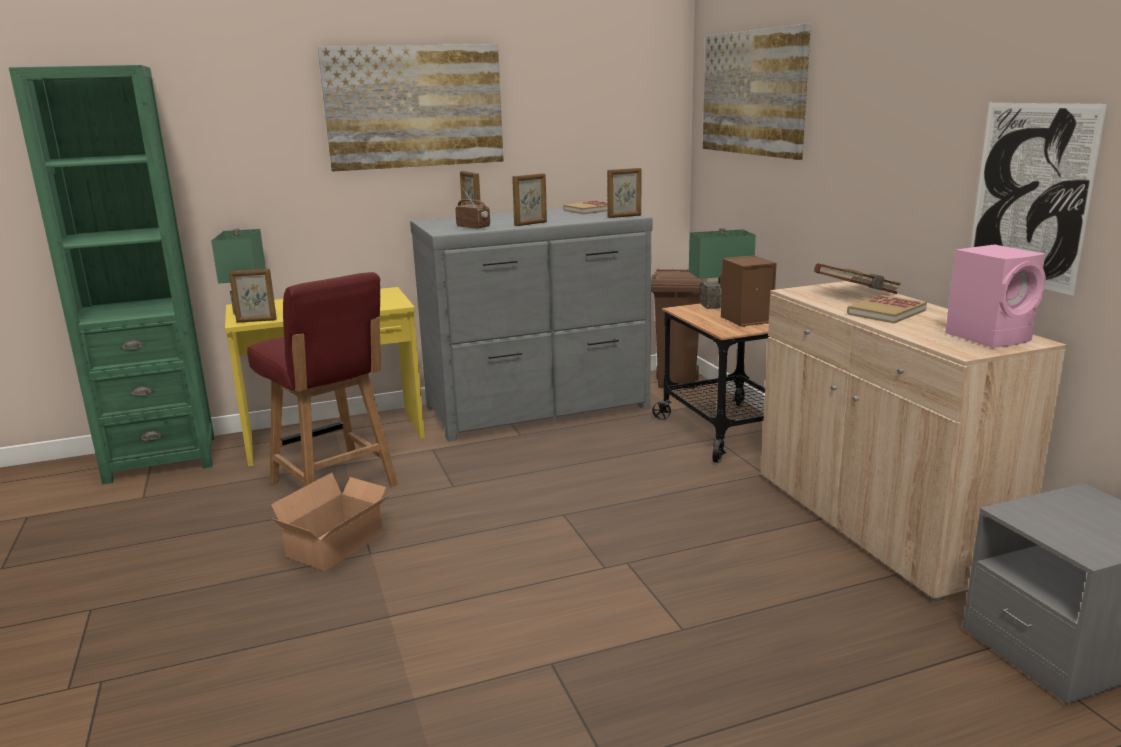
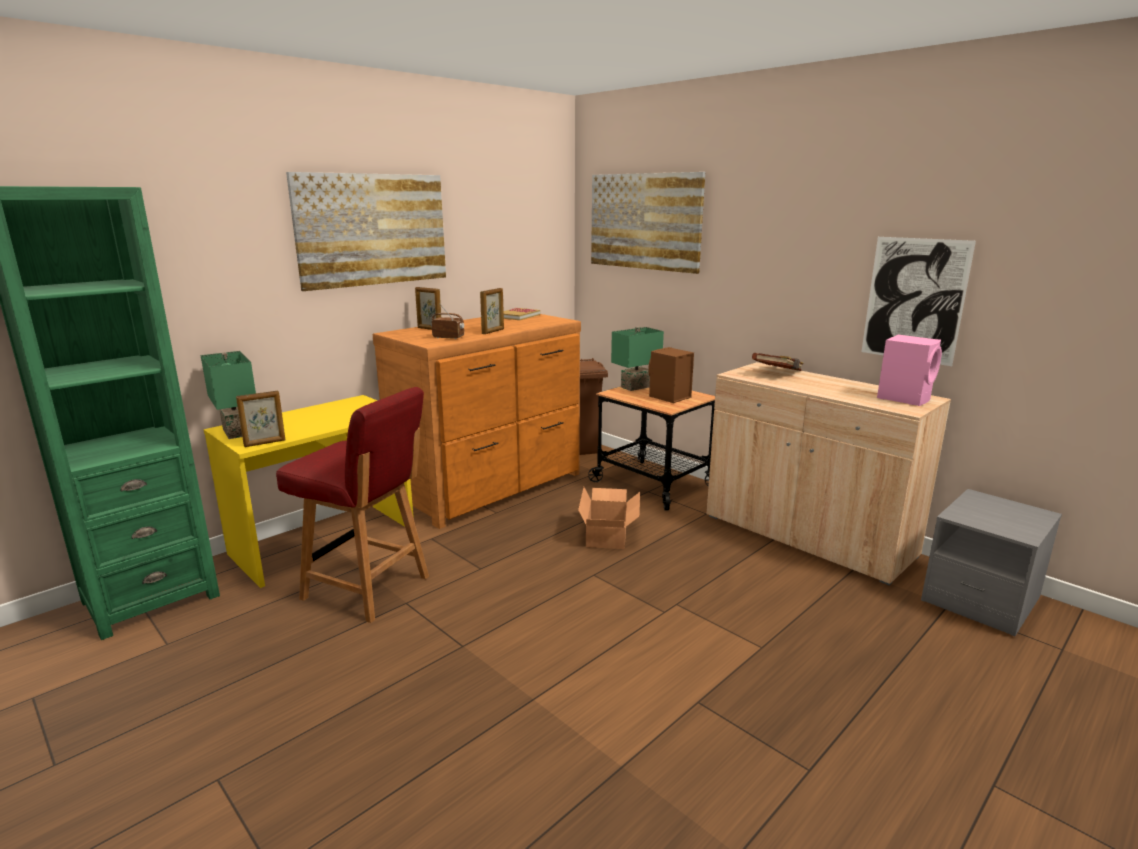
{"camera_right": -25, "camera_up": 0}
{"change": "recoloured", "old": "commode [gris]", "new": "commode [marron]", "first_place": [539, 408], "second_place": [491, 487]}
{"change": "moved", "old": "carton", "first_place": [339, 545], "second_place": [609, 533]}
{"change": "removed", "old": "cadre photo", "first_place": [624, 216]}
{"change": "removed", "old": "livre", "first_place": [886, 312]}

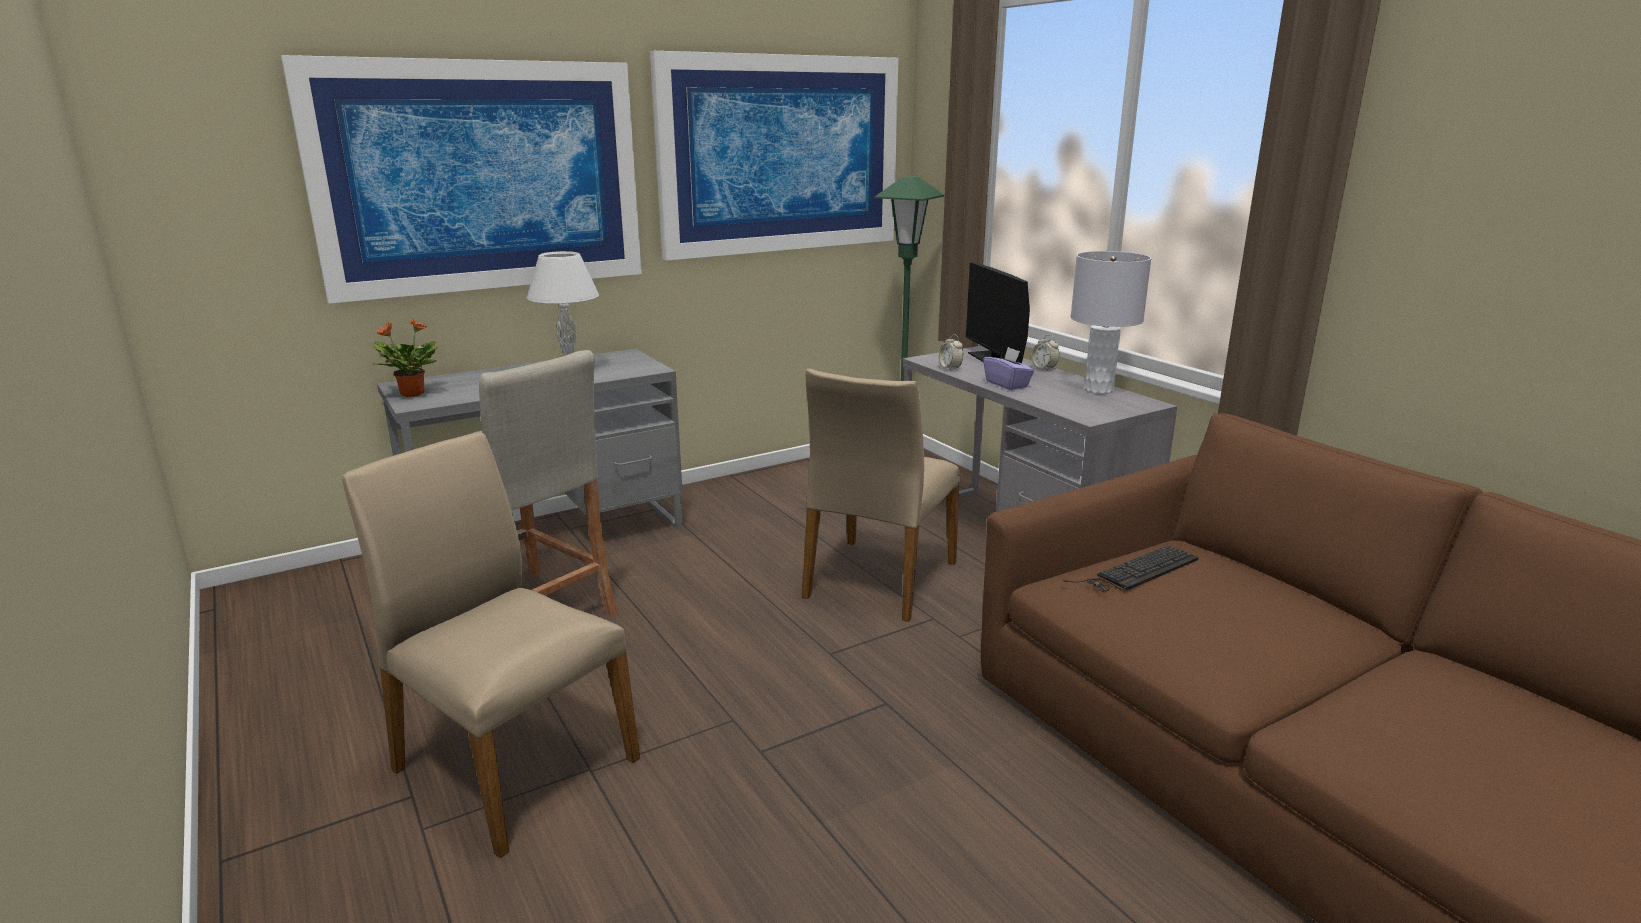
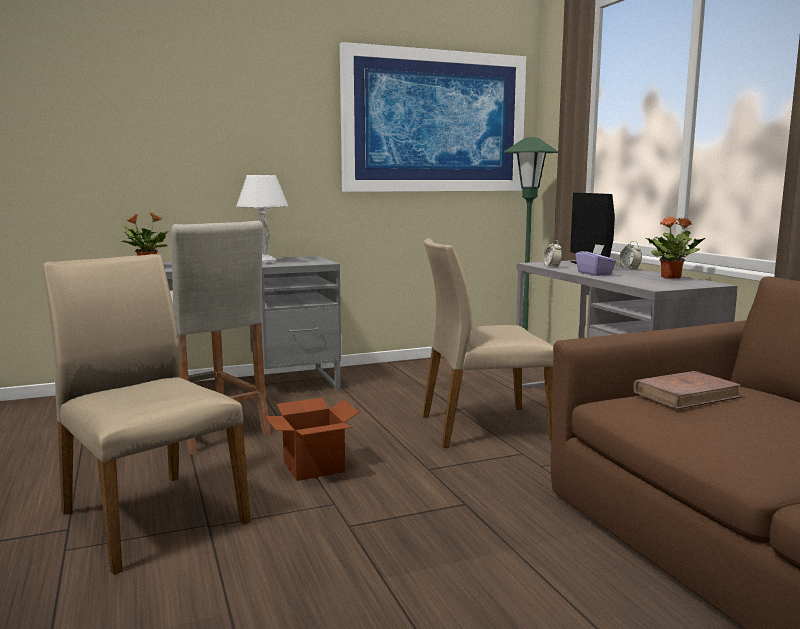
{"camera_right": 10, "camera_up": -10}
{"change": "added", "new": "carton", "second_place": [314, 467]}
{"change": "turned", "old": "chaise [beige]", "first_place": [878, 579], "second_place": [483, 427], "degrees": 45}
{"change": "replaced", "old": "clavier", "new": "livre [marron]", "first_place": [1137, 571], "second_place": [686, 395]}
{"change": "replaced", "old": "lampe de table [gris]", "new": "plante en pot", "first_place": [1099, 390], "second_place": [671, 277]}
{"change": "removed", "old": "tableau", "first_place": [481, 177]}

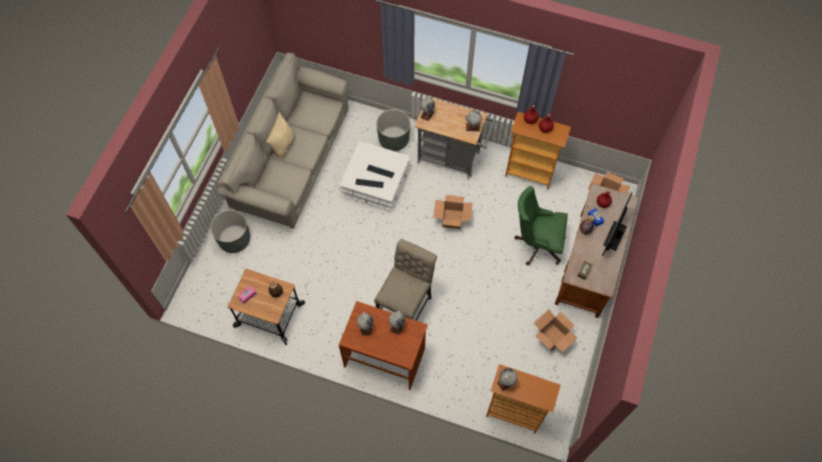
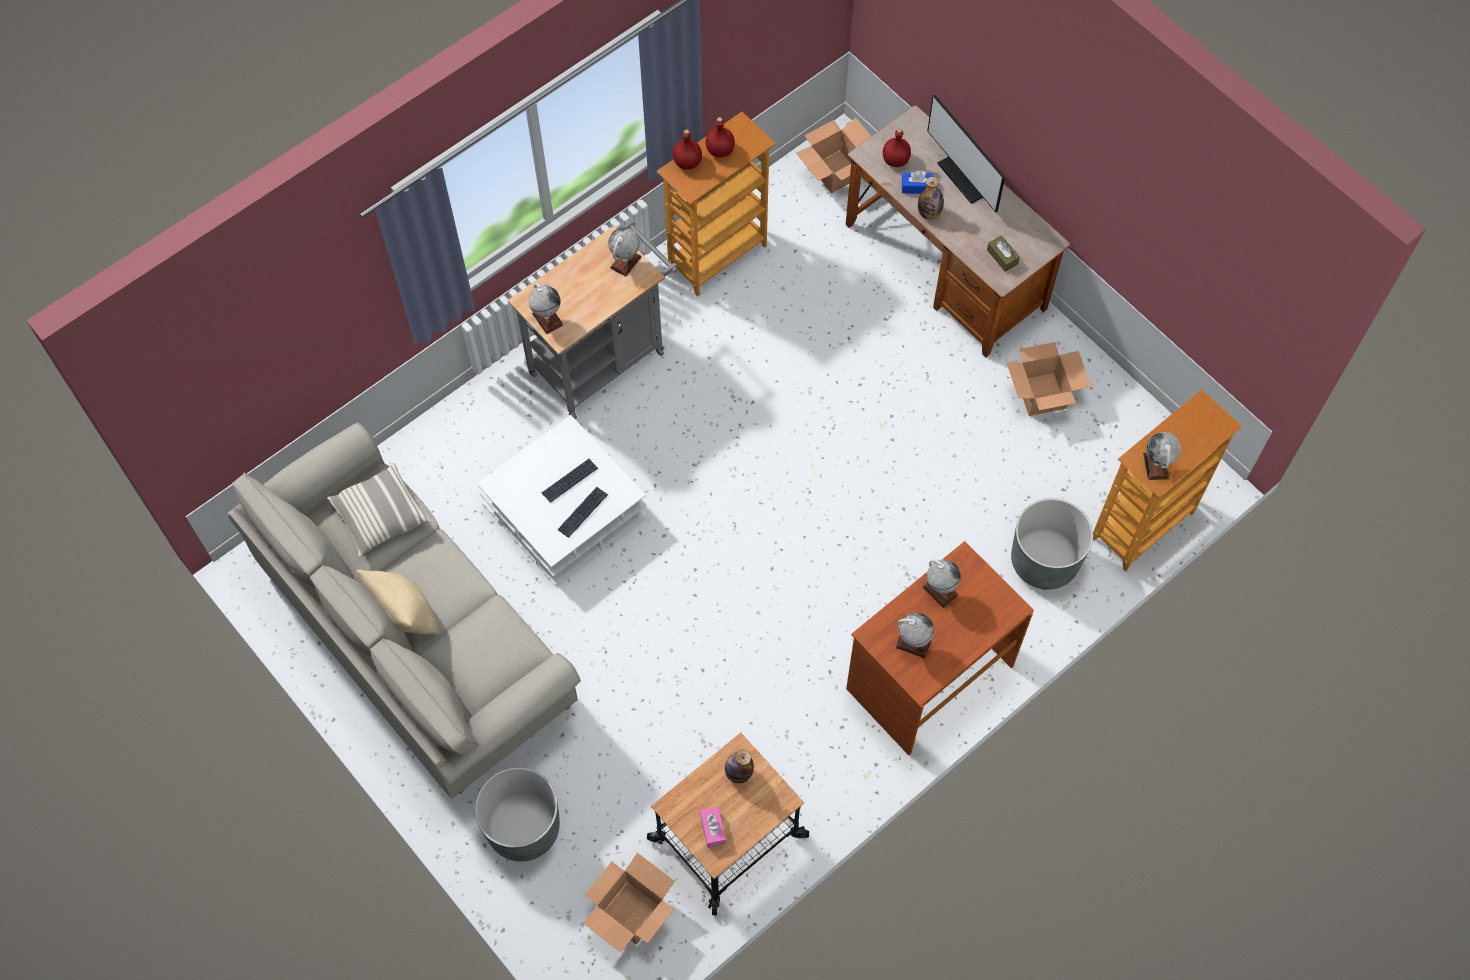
{"camera_right": -60, "camera_up": 0}
{"change": "added", "new": "coussin", "second_place": [380, 516]}
{"change": "moved", "old": "carton", "first_place": [452, 219], "second_place": [632, 912]}
{"change": "moved", "old": "cache-pot [gris]", "first_place": [393, 139], "second_place": [1044, 561]}
{"change": "removed", "old": "chaise [beige]", "first_place": [406, 305]}
{"change": "removed", "old": "chaise de bureau [vert]", "first_place": [536, 243]}

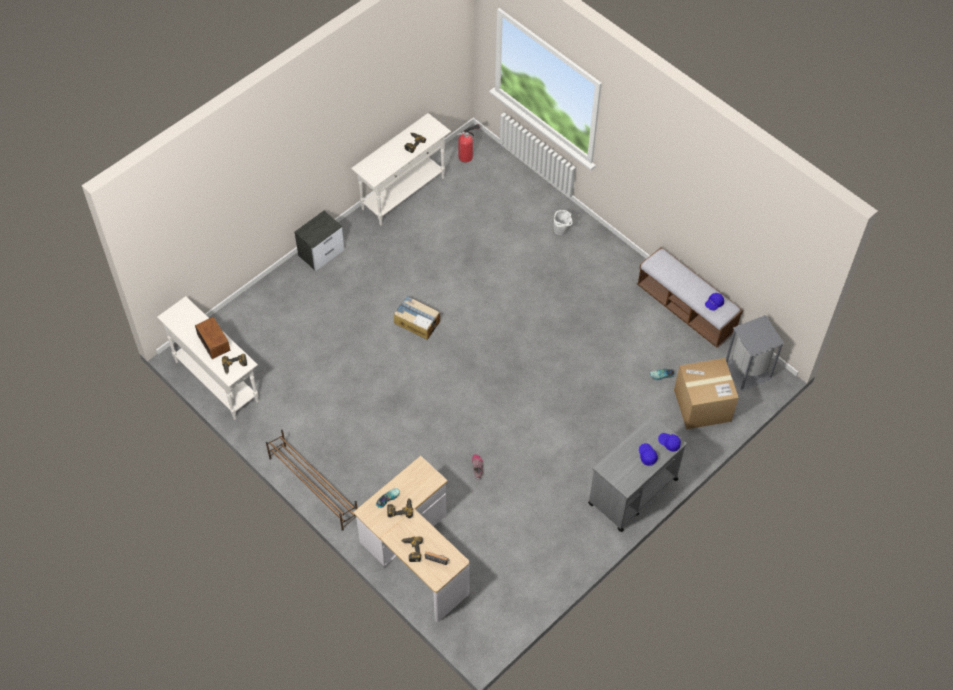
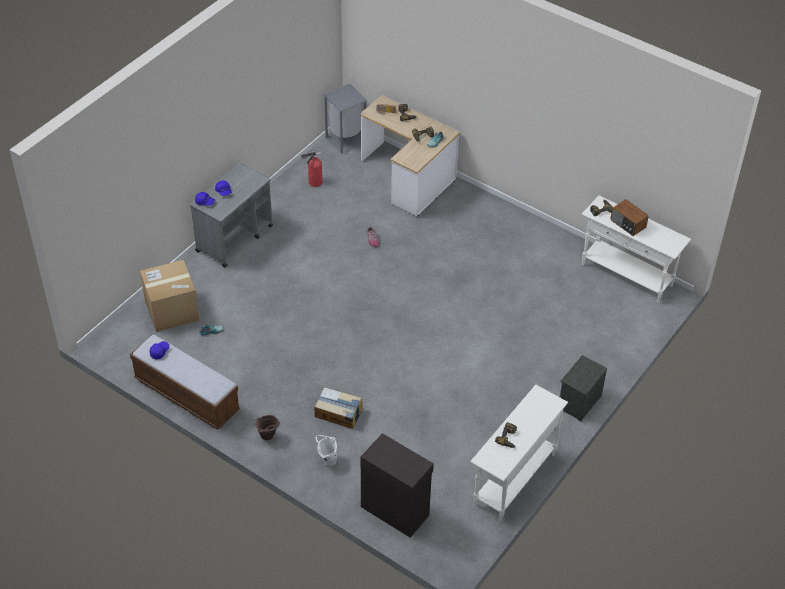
{"camera_right": 170, "camera_up": -10}
{"change": "added", "new": "seau [marron]", "second_place": [267, 438]}
{"change": "moved", "old": "extincteur", "first_place": [467, 156], "second_place": [314, 183]}
{"change": "moved", "old": "carton", "first_place": [417, 322], "second_place": [338, 413]}
{"change": "moved", "old": "poubelle [gris]", "first_place": [748, 369], "second_place": [345, 140]}
{"change": "added", "new": "meuble de rangement [noir]", "second_place": [395, 510]}
{"change": "removed", "old": "étagère à chaussures [marron]", "first_place": [313, 486]}

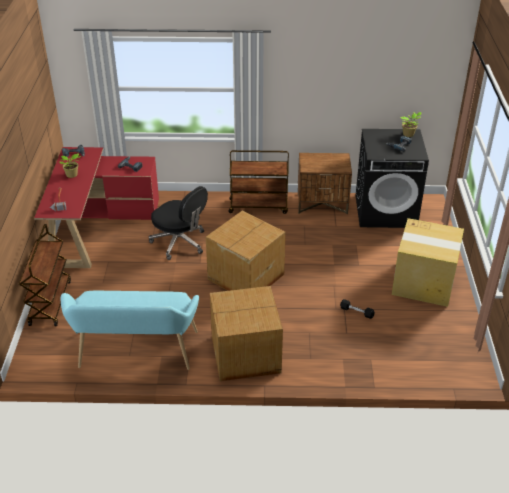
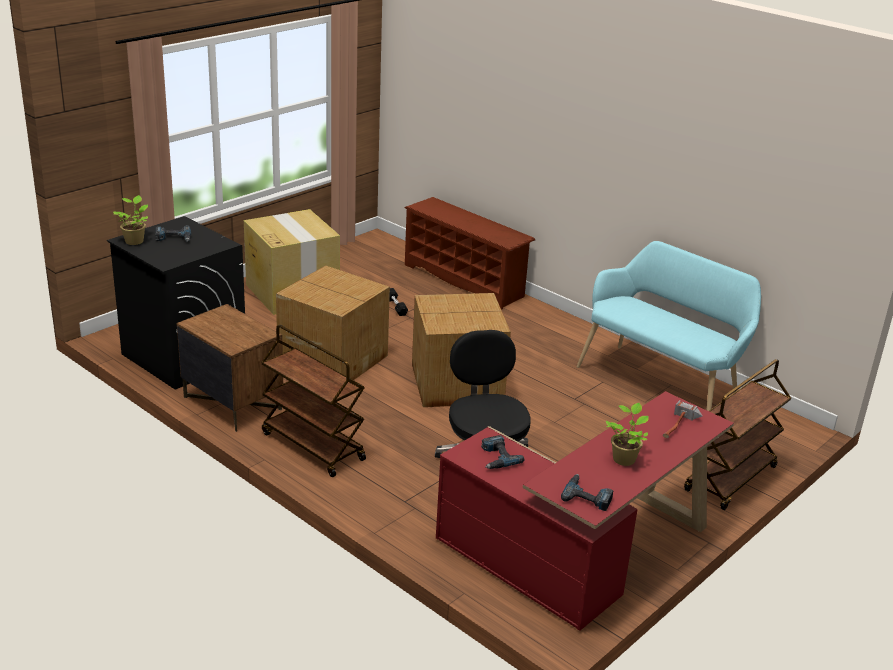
{"camera_right": -140, "camera_up": -10}
{"change": "moved", "old": "carton", "first_place": [246, 355], "second_place": [333, 358]}
{"change": "added", "new": "étagère à chaussures [marron]", "second_place": [465, 281]}

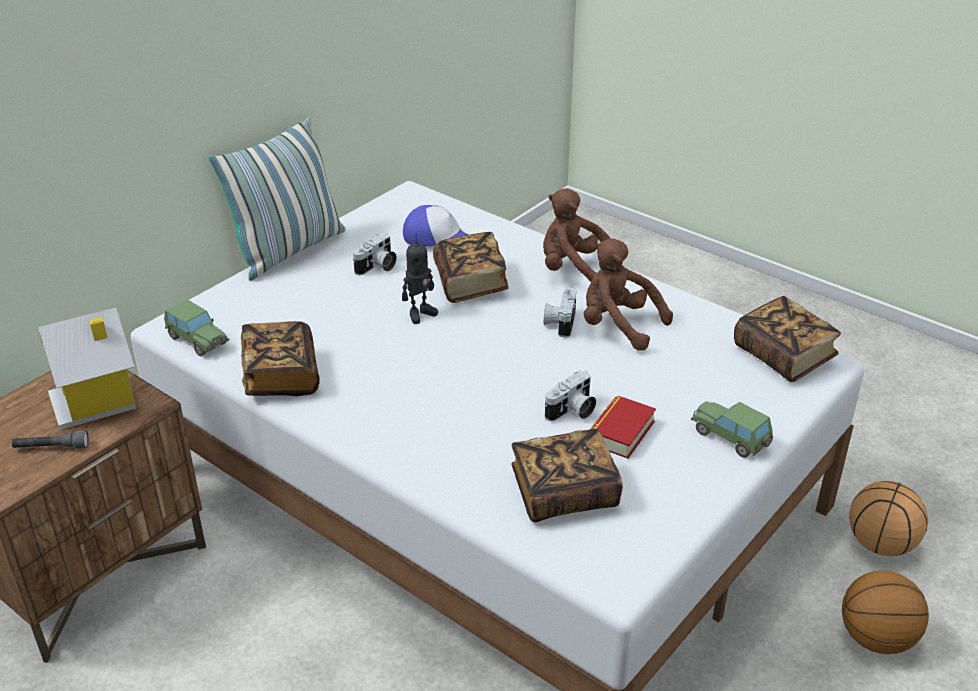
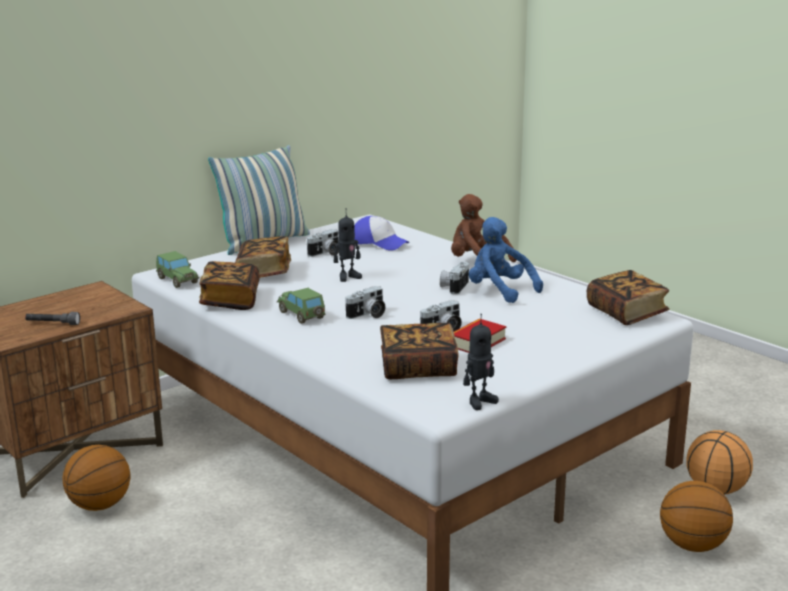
{"camera_right": 10, "camera_up": -15}
{"change": "added", "new": "ballon de basket", "second_place": [99, 505]}
{"change": "moved", "old": "livre", "first_place": [470, 283], "second_place": [264, 273]}
{"change": "moved", "old": "petite voiture", "first_place": [731, 438], "second_place": [301, 315]}
{"change": "added", "new": "appareil photo", "second_place": [368, 315]}
{"change": "added", "new": "robot jouet", "second_place": [479, 401]}
{"change": "recoloured", "old": "peluche [marron]", "new": "peluche [bleu]", "first_place": [618, 326], "second_place": [499, 291]}
{"change": "removed", "old": "maison miniature", "first_place": [97, 401]}

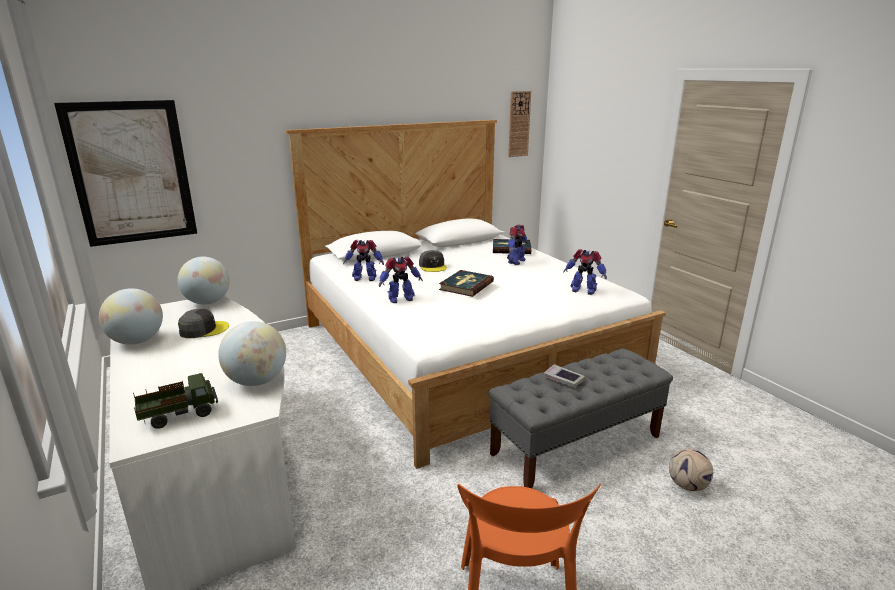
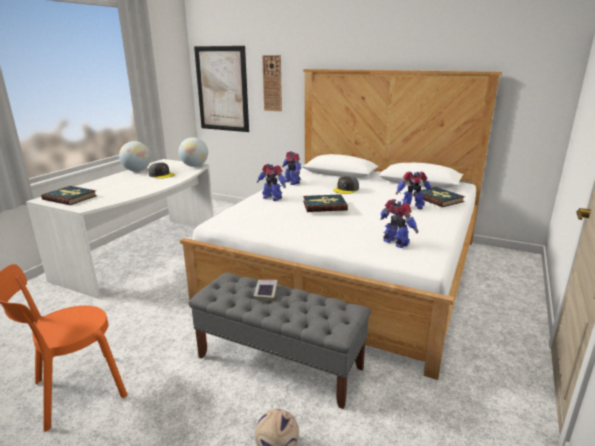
{"camera_right": 55, "camera_up": 0}
{"change": "replaced", "old": "camion jouet", "new": "livre", "first_place": [178, 415], "second_place": [70, 197]}
{"change": "moved", "old": "horloge murale", "first_place": [519, 124], "second_place": [272, 83]}
{"change": "turned", "old": "robot jouet", "first_place": [583, 290], "second_place": [395, 243], "degrees": 150}
{"change": "removed", "old": "globe", "first_place": [257, 381]}

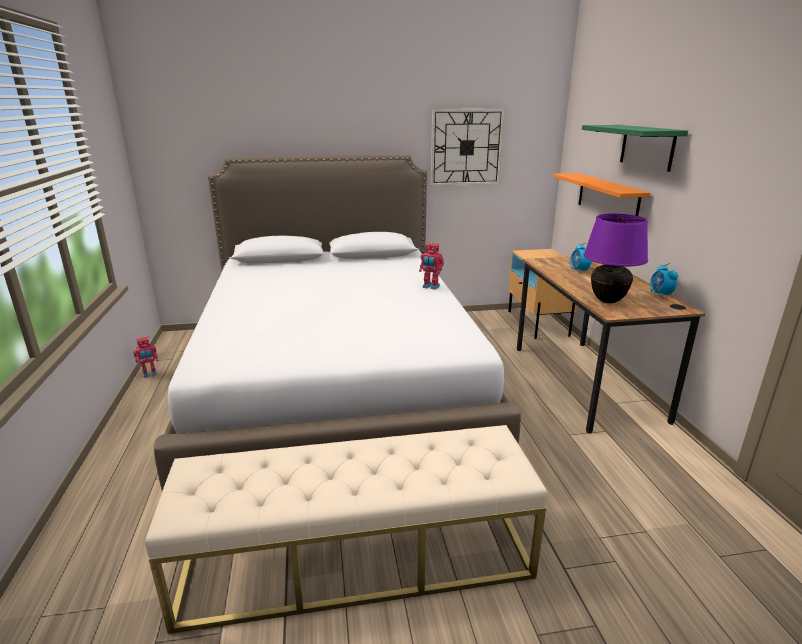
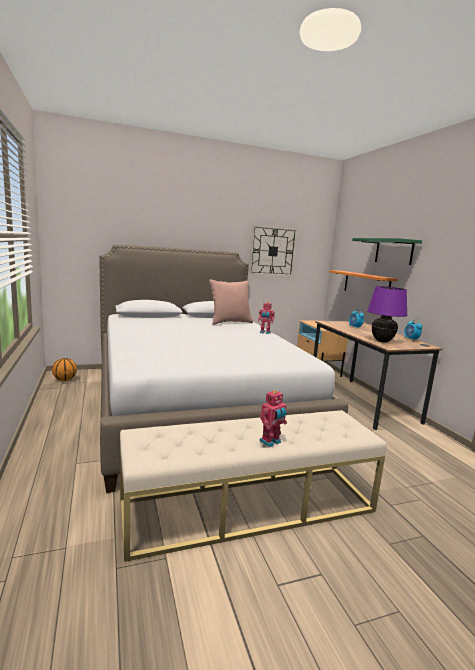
{"camera_right": -10, "camera_up": -10}
{"change": "added", "new": "ballon de basket", "second_place": [65, 380]}
{"change": "added", "new": "coussin [rose]", "second_place": [230, 322]}
{"change": "moved", "old": "robot jouet", "first_place": [150, 374], "second_place": [271, 442]}

